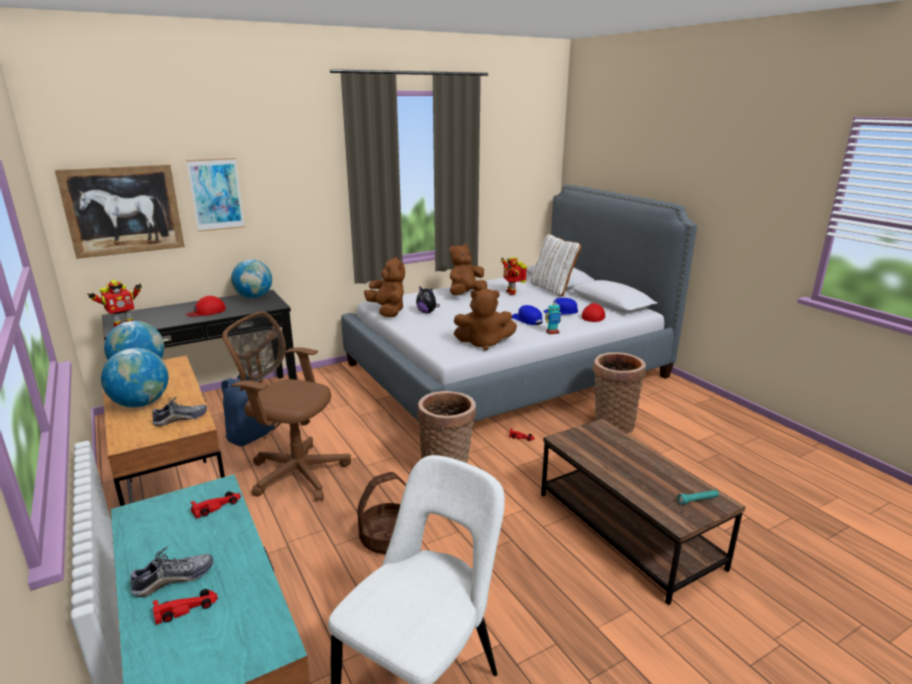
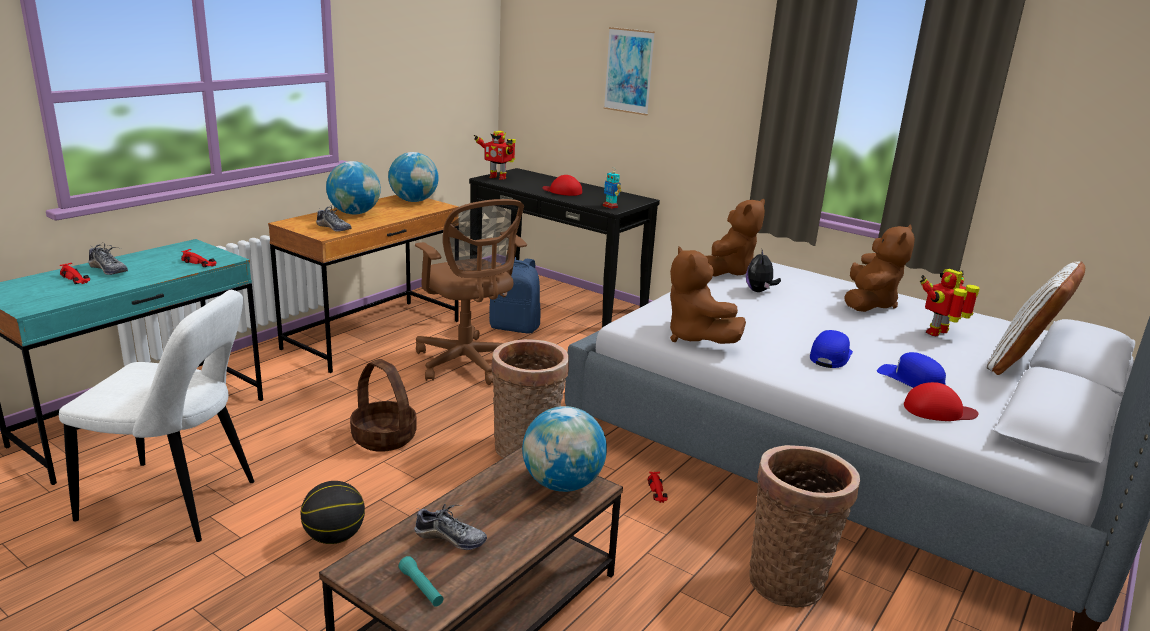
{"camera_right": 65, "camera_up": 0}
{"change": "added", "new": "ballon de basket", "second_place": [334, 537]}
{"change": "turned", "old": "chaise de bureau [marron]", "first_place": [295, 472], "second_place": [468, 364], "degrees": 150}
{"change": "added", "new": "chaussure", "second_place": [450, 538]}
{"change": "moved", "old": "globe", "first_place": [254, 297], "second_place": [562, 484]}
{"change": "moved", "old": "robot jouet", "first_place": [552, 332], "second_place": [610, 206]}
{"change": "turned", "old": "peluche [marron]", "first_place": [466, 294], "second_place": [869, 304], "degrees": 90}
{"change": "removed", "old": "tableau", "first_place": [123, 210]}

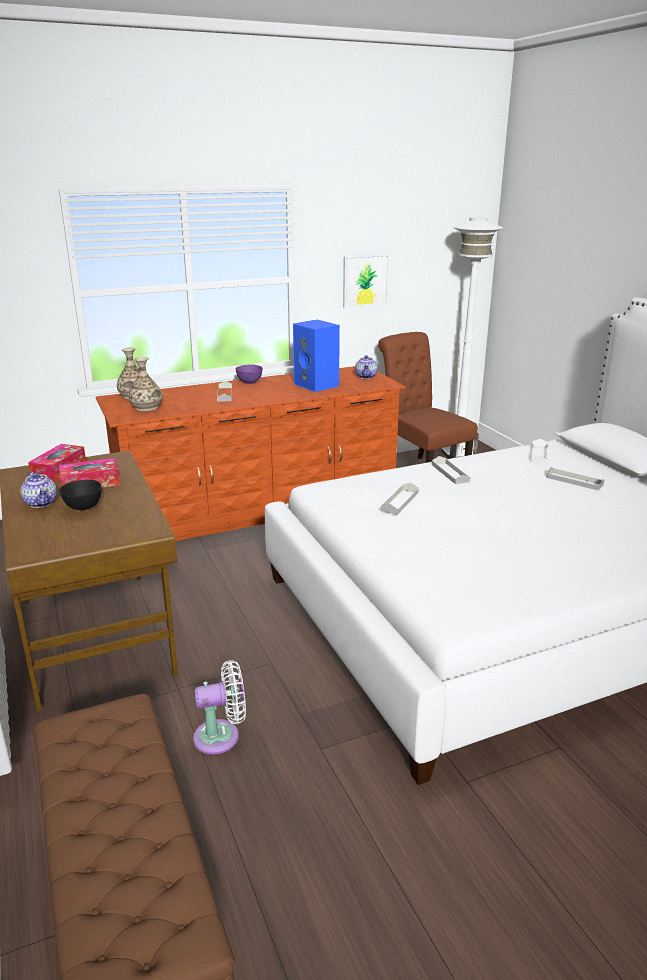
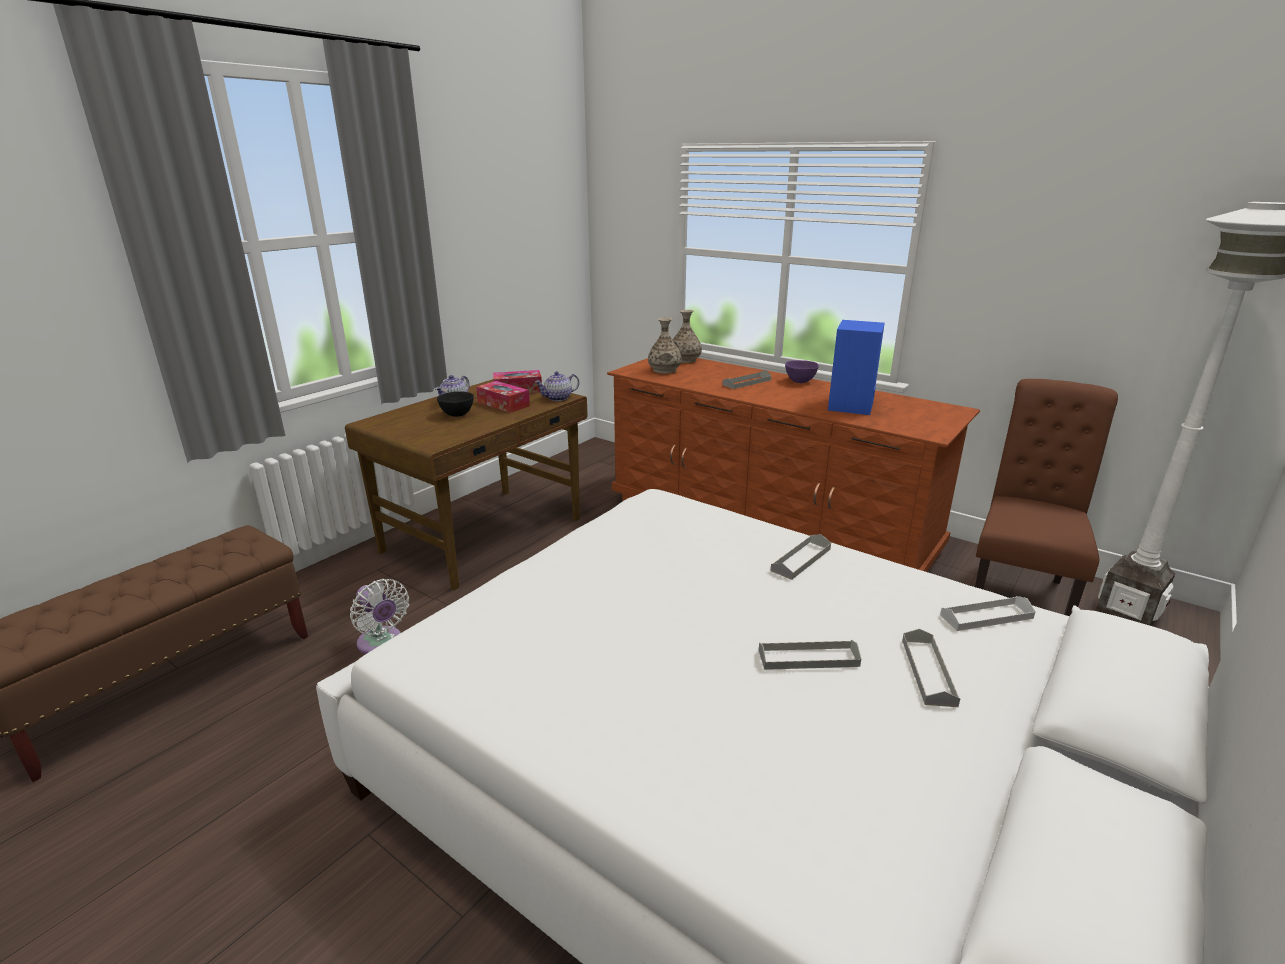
{"camera_right": 60, "camera_up": 0}
{"change": "moved", "old": "théière", "first_place": [366, 376], "second_place": [558, 398]}
{"change": "moved", "old": "plateau [gris]", "first_place": [400, 501], "second_place": [808, 658]}
{"change": "removed", "old": "tableau", "first_place": [365, 280]}

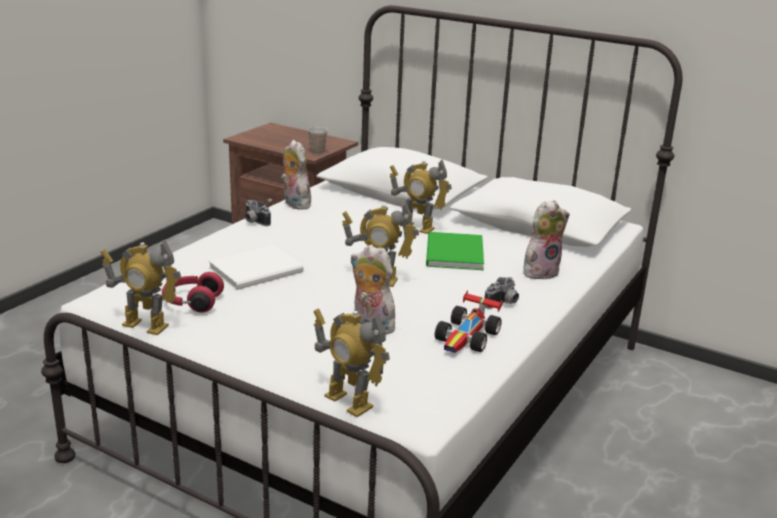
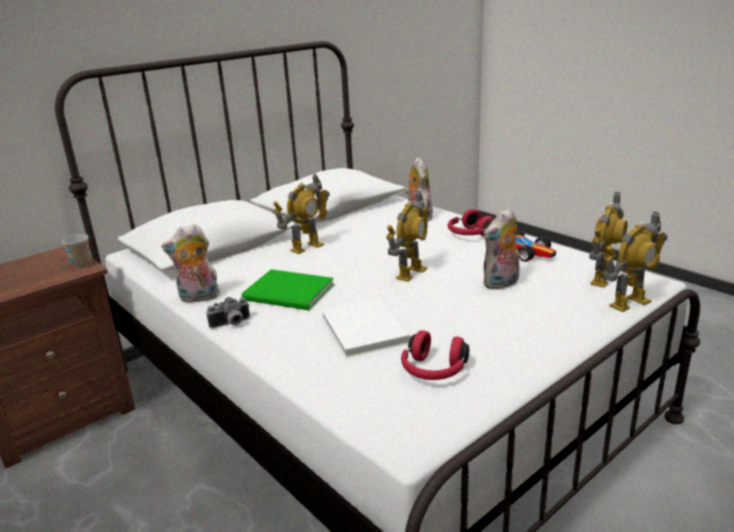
{"camera_right": -70, "camera_up": 0}
{"change": "moved", "old": "livre [vert]", "first_place": [452, 254], "second_place": [290, 293]}
{"change": "replaced", "old": "appareil photo", "new": "casque audio [rouge]", "first_place": [503, 303], "second_place": [469, 234]}
{"change": "moved", "old": "robot jouet", "first_place": [145, 326], "second_place": [603, 278]}

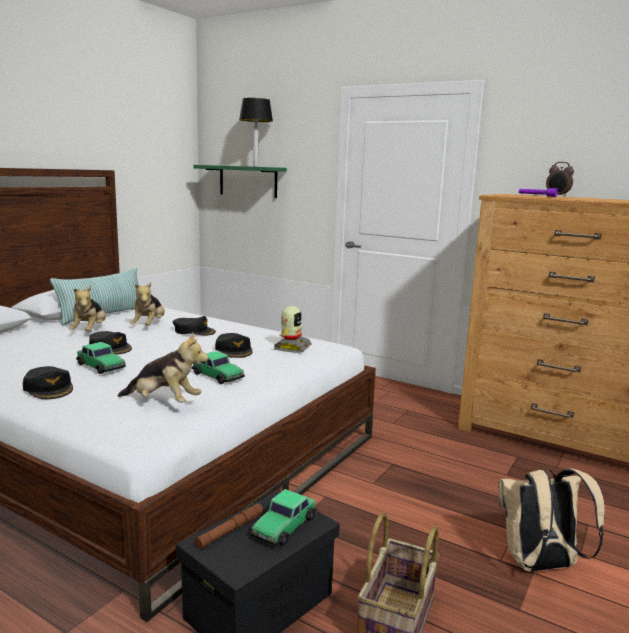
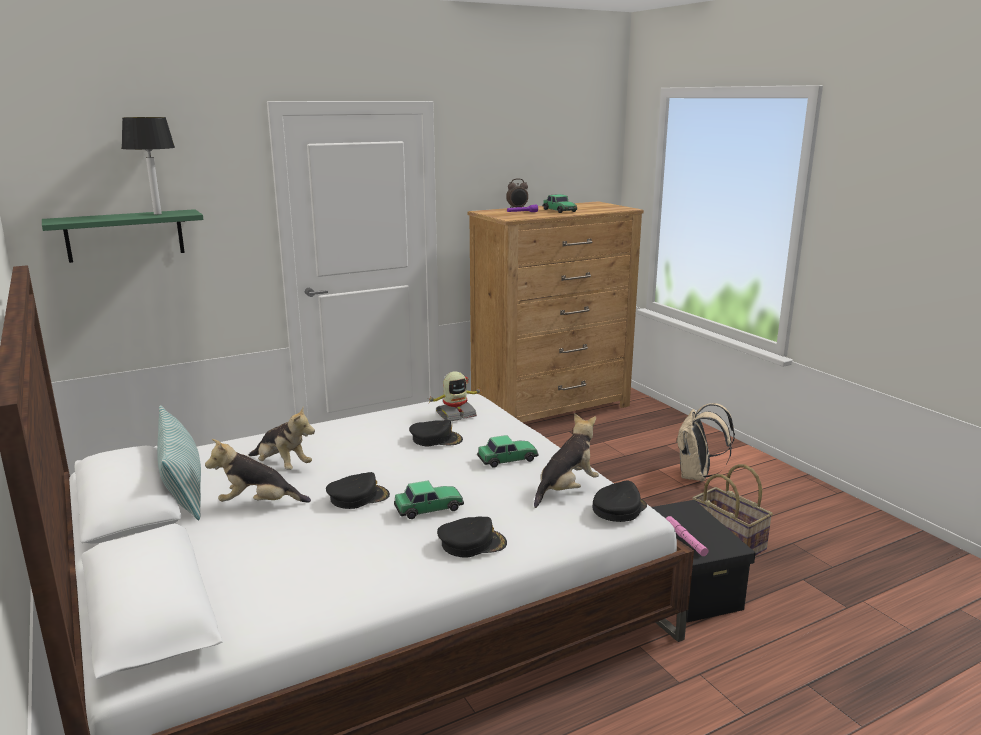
{"camera_right": -60, "camera_up": 5}
{"change": "turned", "old": "peluche", "first_place": [90, 331], "second_place": [259, 504], "degrees": 150}
{"change": "turned", "old": "robot jouet", "first_place": [291, 347], "second_place": [455, 414], "degrees": 105}
{"change": "moved", "old": "petite voiture", "first_place": [284, 526], "second_place": [559, 210]}
{"change": "moved", "old": "casquette [noir]", "first_place": [194, 331], "second_place": [618, 508]}
{"change": "recoloured", "old": "lampe de poche [marron]", "new": "lampe de poche [rose]", "first_place": [230, 530], "second_place": [685, 540]}

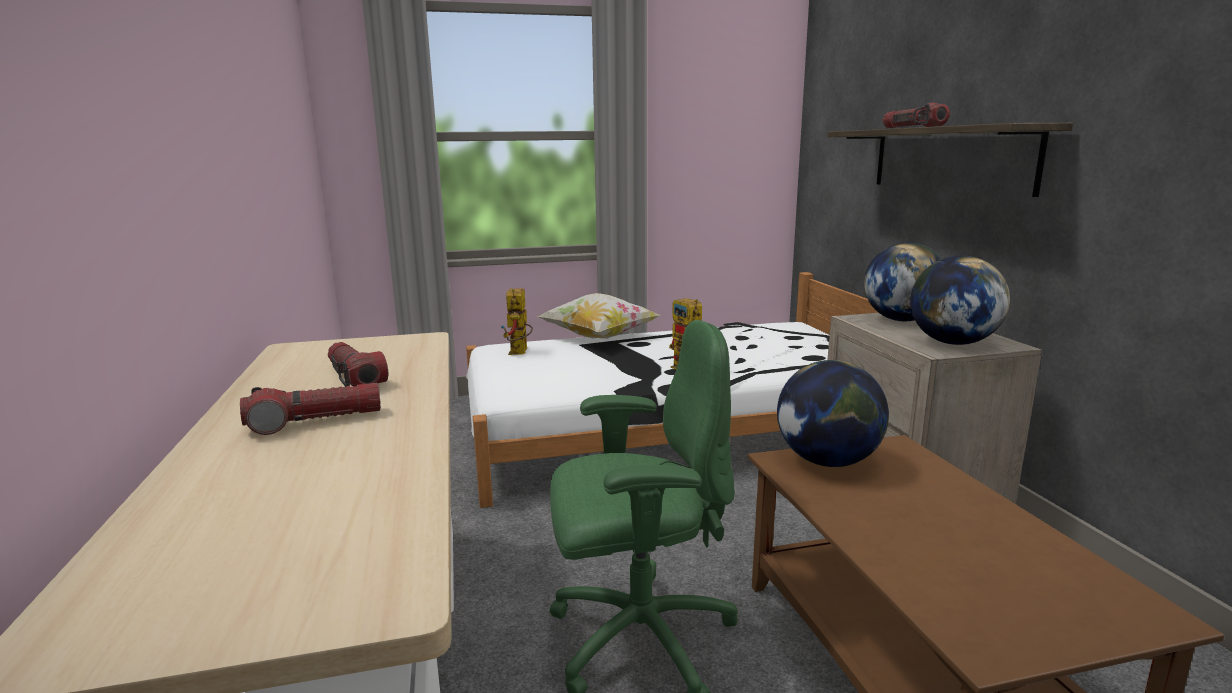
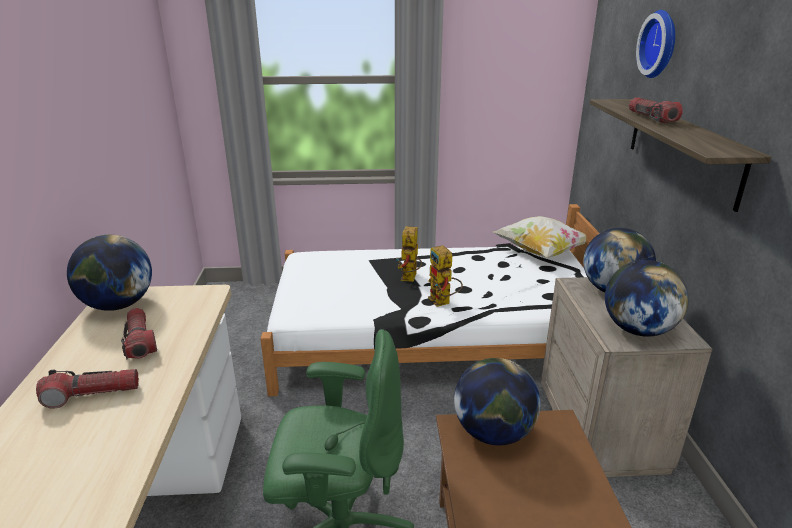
{"camera_right": 10, "camera_up": 10}
{"change": "added", "new": "globe", "second_place": [118, 305]}
{"change": "moved", "old": "robot jouet", "first_place": [519, 353], "second_place": [410, 279]}
{"change": "moved", "old": "coussin", "first_place": [599, 338], "second_place": [540, 252]}
{"change": "added", "new": "horloge murale", "second_place": [661, 44]}

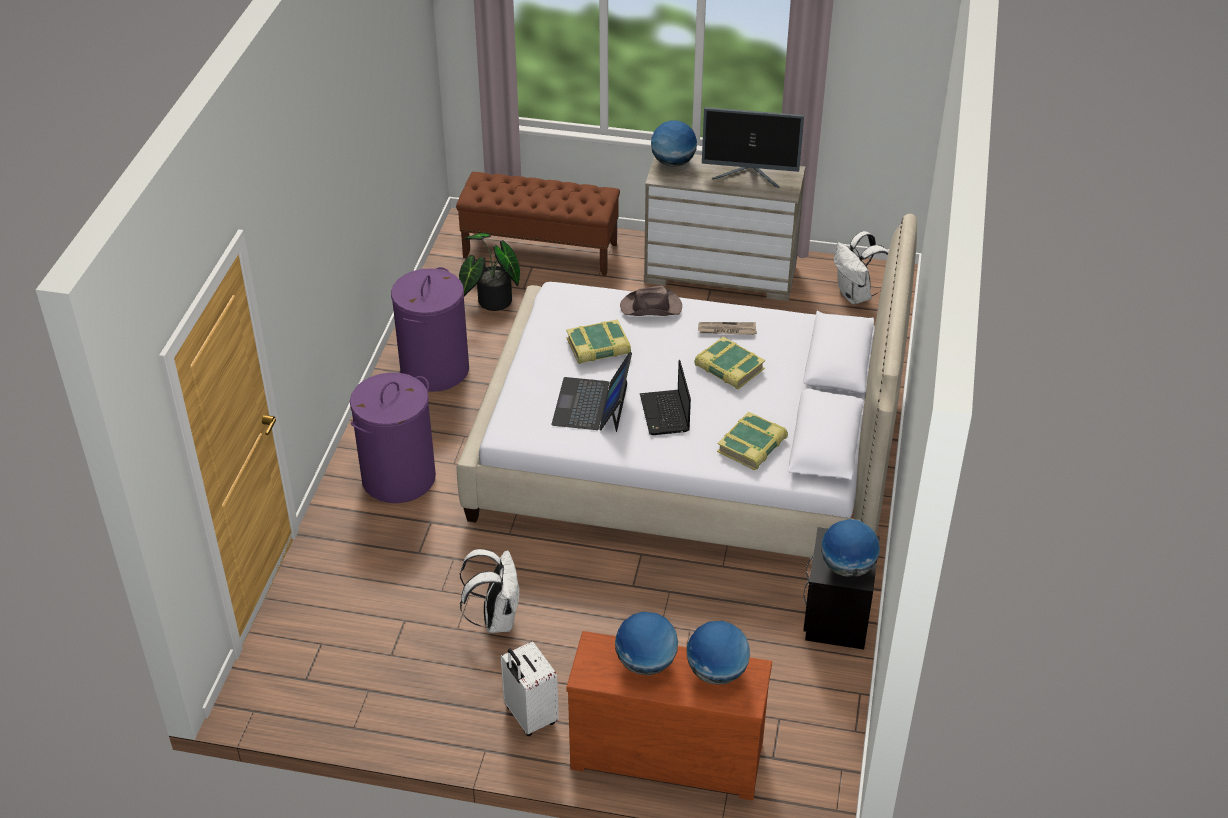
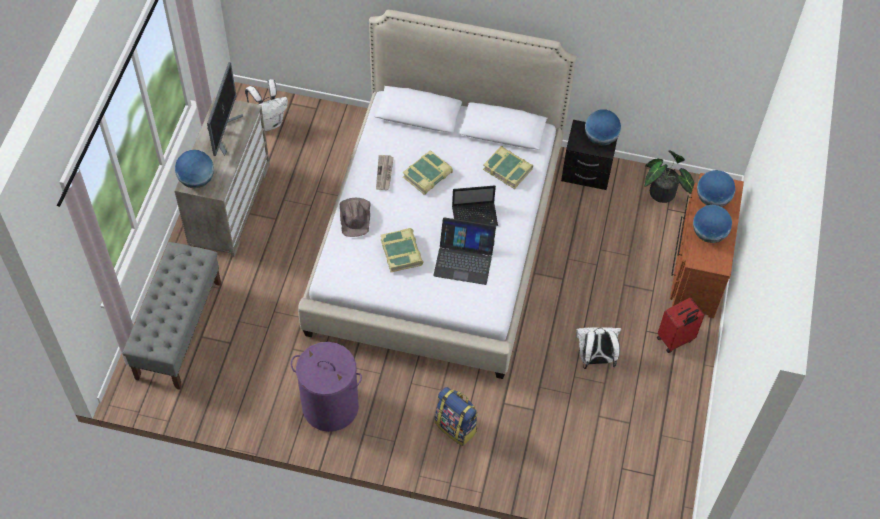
{"camera_right": -90, "camera_up": 15}
{"change": "recoloured", "old": "banc [marron]", "new": "banc [gris]", "first_place": [541, 250], "second_place": [179, 329]}
{"change": "replaced", "old": "panier à linge [violet]", "new": "sac à dos", "first_place": [398, 478], "second_place": [456, 427]}
{"change": "moved", "old": "plante en pot", "first_place": [490, 302], "second_place": [663, 195]}
{"change": "recoloured", "old": "valise [blanc]", "new": "valise [rouge]", "first_place": [529, 716], "second_place": [675, 340]}

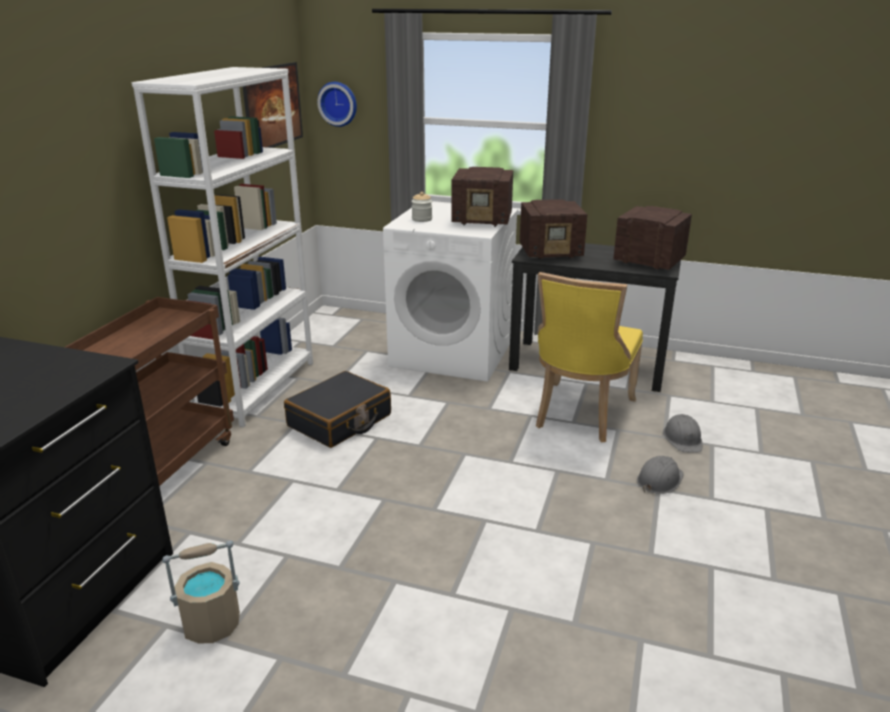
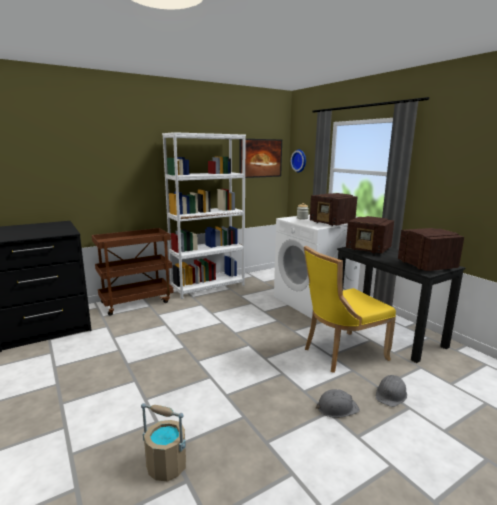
{"camera_right": 40, "camera_up": -10}
{"change": "moved", "old": "seau [beige]", "first_place": [211, 624], "second_place": [166, 466]}
{"change": "removed", "old": "valise [noir]", "first_place": [340, 421]}

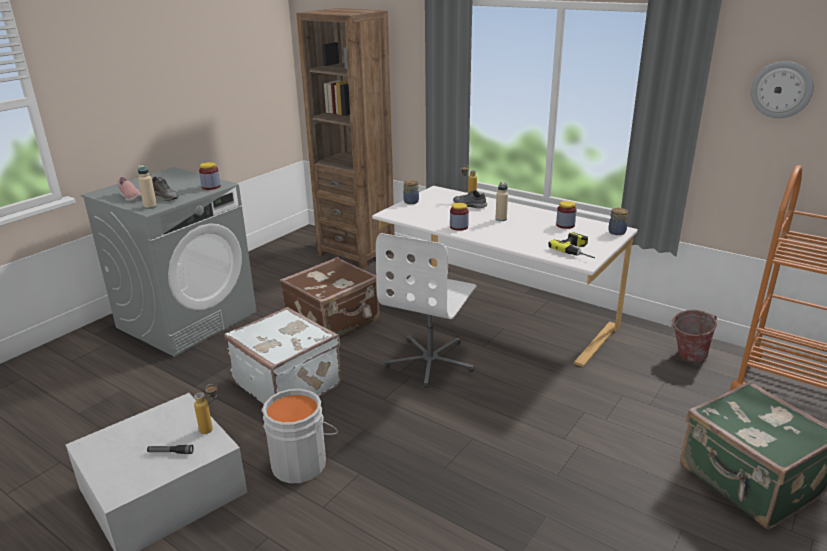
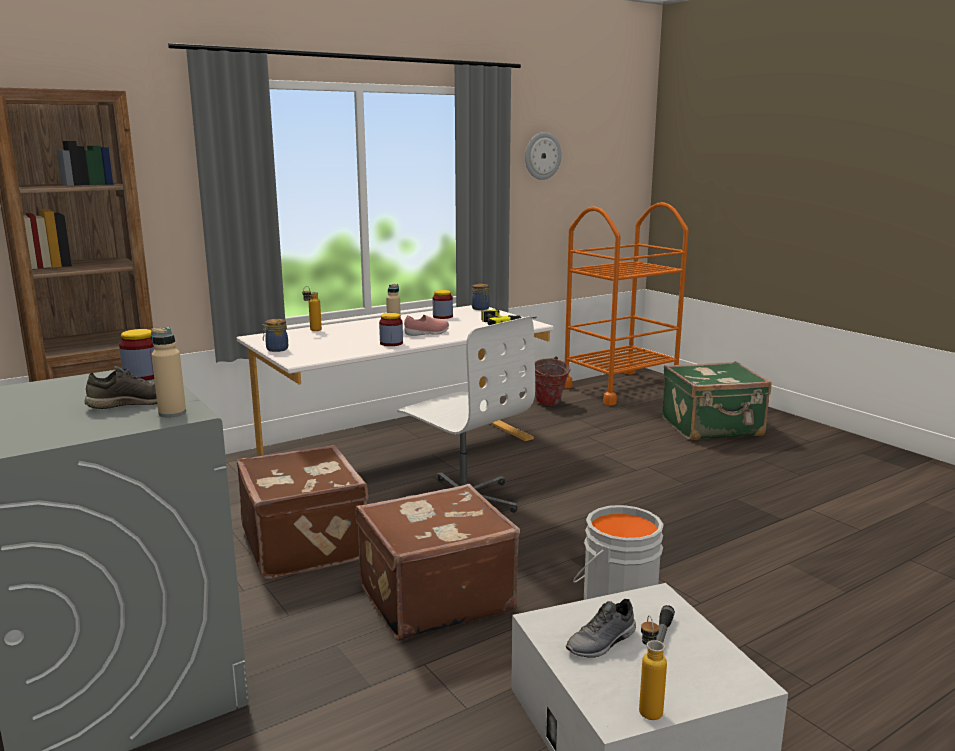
{"camera_right": -70, "camera_up": -10}
{"change": "recoloured", "old": "valise [blanc]", "new": "valise [marron]", "first_place": [288, 383], "second_place": [434, 597]}
{"change": "moved", "old": "chaussure [rose]", "first_place": [130, 197], "second_place": [427, 333]}
{"change": "moved", "old": "chaussure [gris]", "first_place": [469, 205], "second_place": [602, 643]}
{"change": "moved", "old": "bouteille", "first_place": [211, 429], "second_place": [648, 706]}

